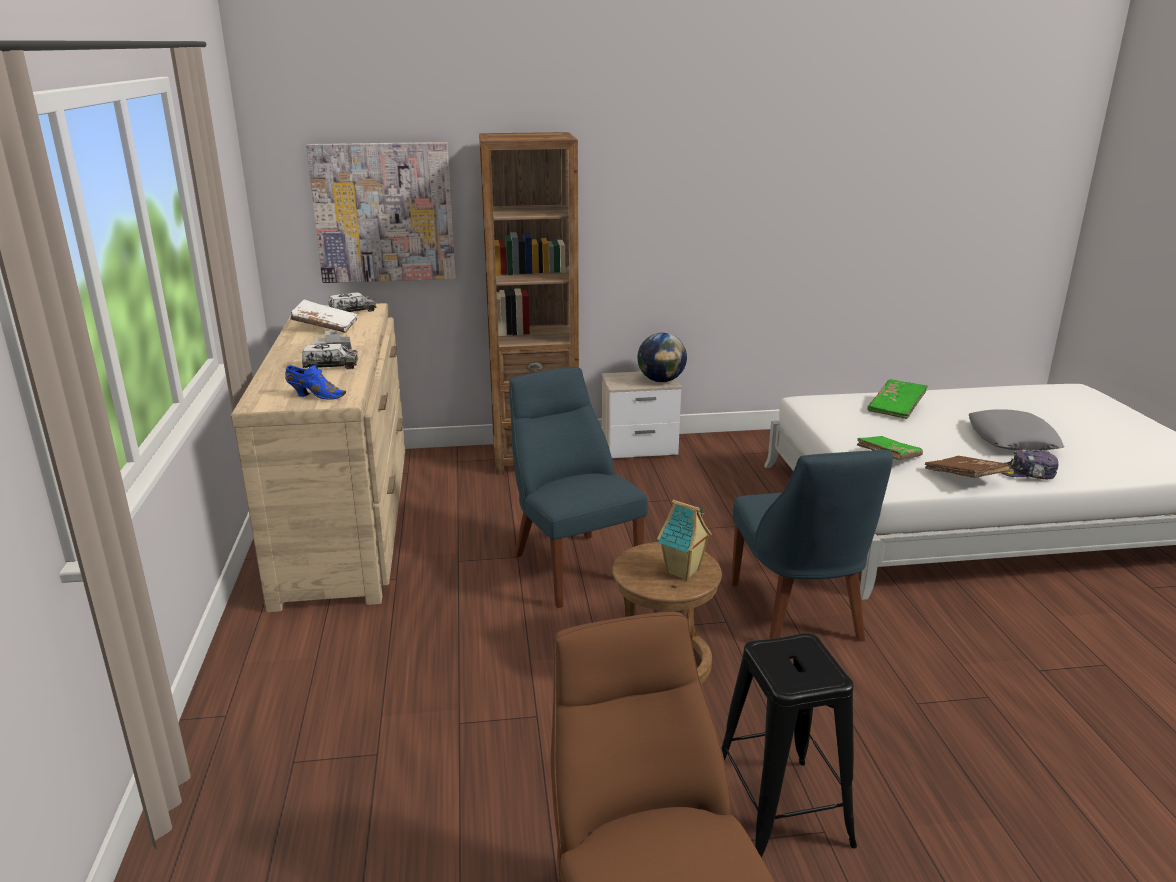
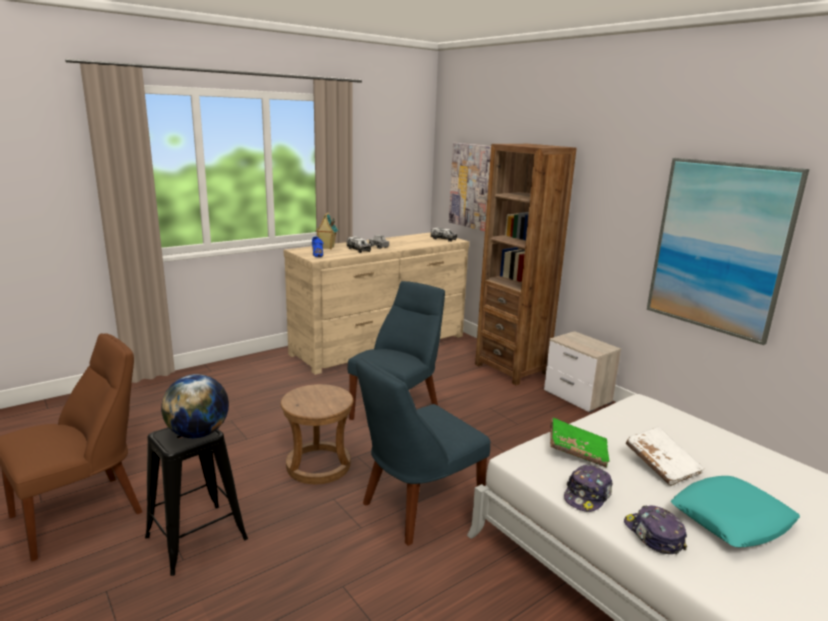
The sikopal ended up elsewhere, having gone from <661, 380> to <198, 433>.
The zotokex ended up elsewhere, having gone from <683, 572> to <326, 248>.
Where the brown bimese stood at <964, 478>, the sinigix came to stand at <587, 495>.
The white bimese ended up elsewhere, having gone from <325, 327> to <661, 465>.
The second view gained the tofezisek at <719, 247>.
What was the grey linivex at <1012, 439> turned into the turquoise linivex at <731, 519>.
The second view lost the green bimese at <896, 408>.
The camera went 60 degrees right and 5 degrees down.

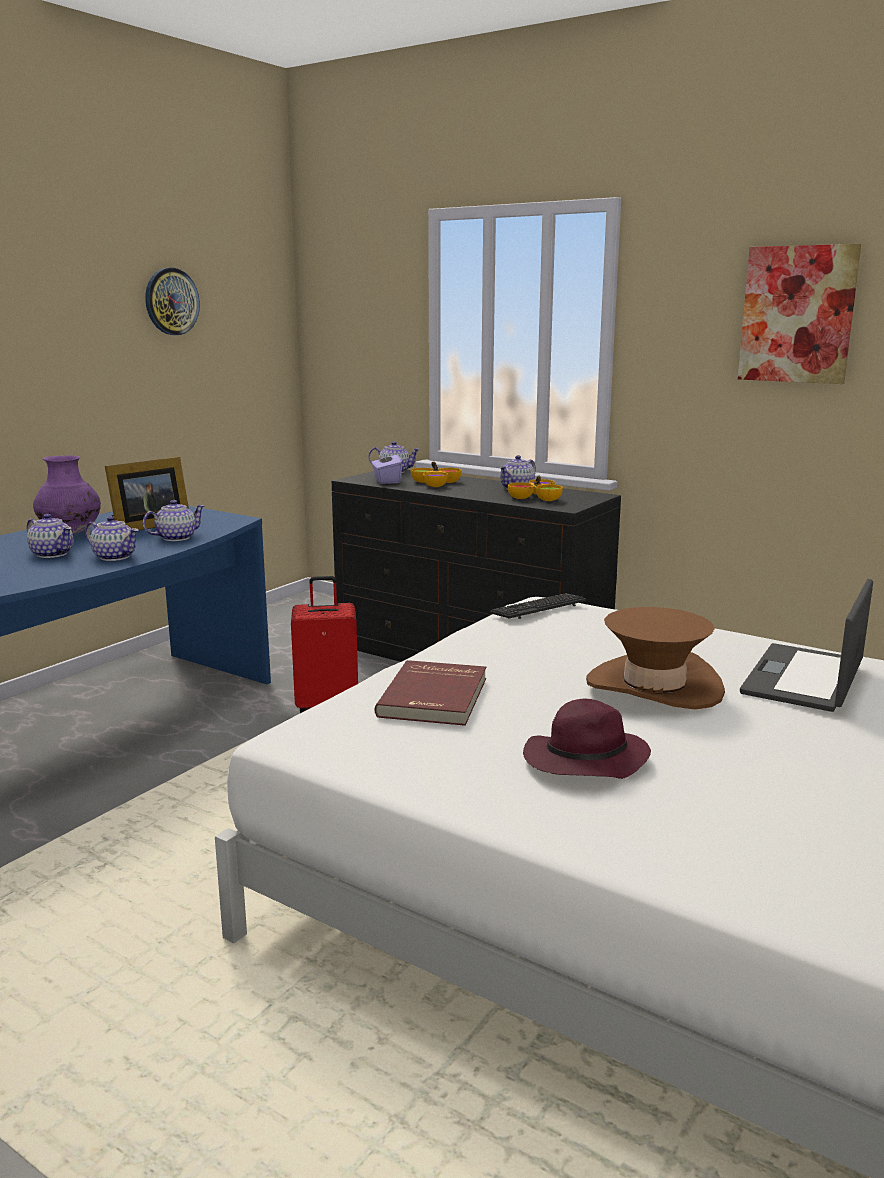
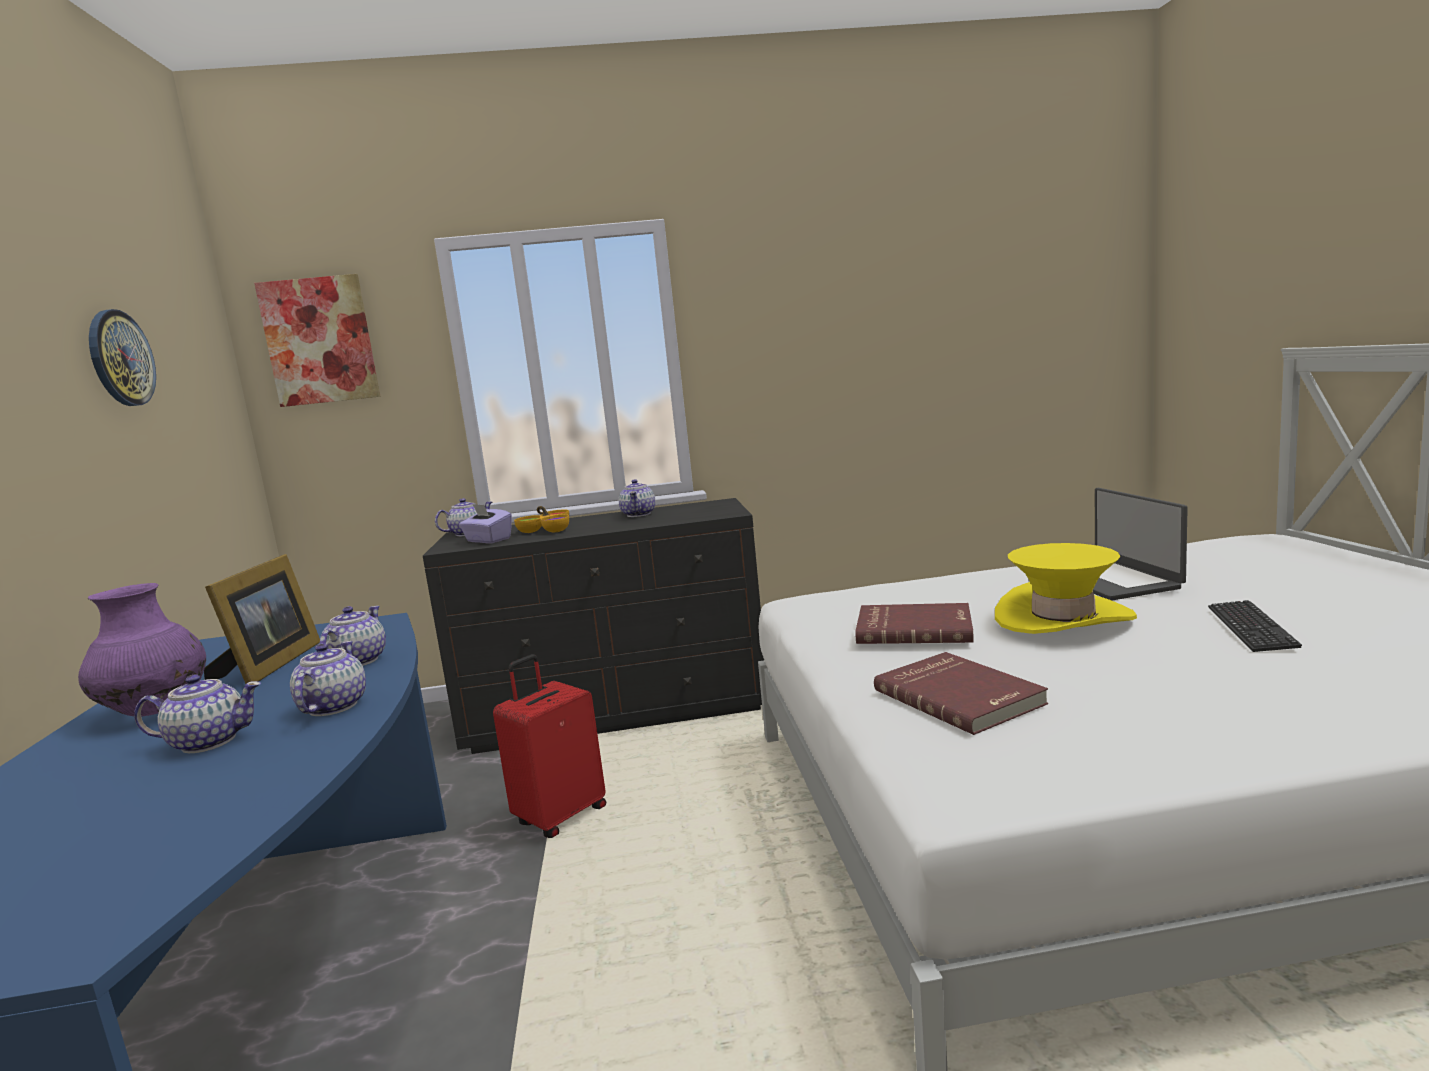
The tofezisek ended up elsewhere, having gone from <797, 314> to <320, 341>.
The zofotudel at <114, 557> ended up facing another way, 75 degrees counterclockwise from before.
The second view gained the red bimese at <914, 628>.
What was the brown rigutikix at <654, 686> turned into the yellow rigutikix at <1063, 617>.
The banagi ended up elsewhere, having gone from <538, 608> to <1251, 628>.
The second view lost the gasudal at <536, 498>.
The second view lost the purple rigutikix at <584, 761>.
The camera went 40 degrees left and 5 degrees down.

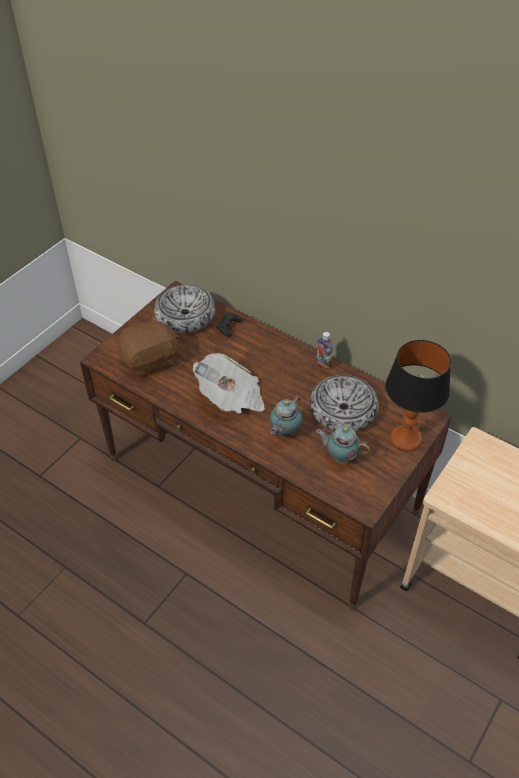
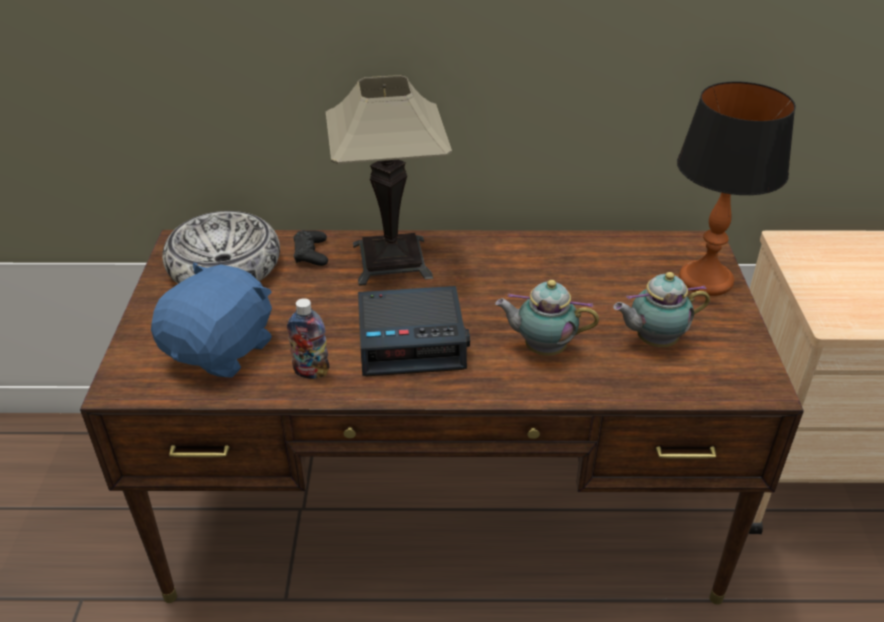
What was the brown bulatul at <150, 361> turned into the blue bulatul at <222, 350>.
The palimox ended up elsewhere, having gone from <323, 364> to <311, 372>.
The second view gained the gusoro at <391, 260>.
Where the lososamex stood at <231, 398>, the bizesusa came to stand at <412, 341>.
The zofotudel at <284, 432> ended up facing another way, 105 degrees clockwise from before.
The second view lost the gasudal at <343, 410>.
The camera went 35 degrees left and 10 degrees down.

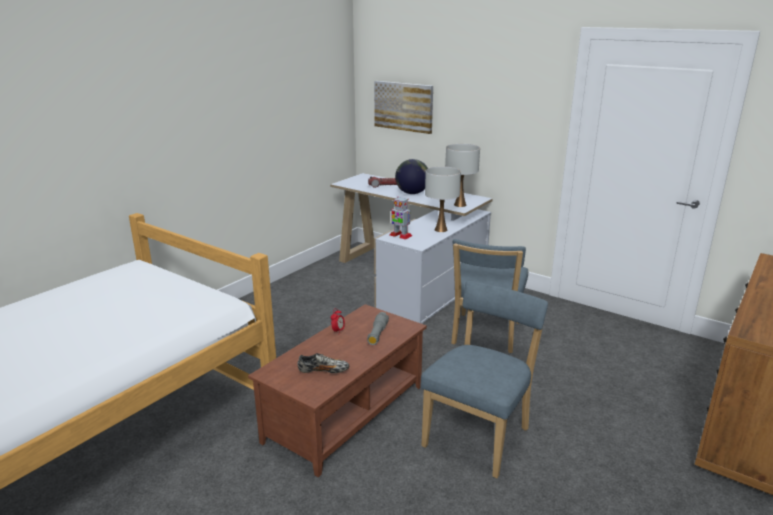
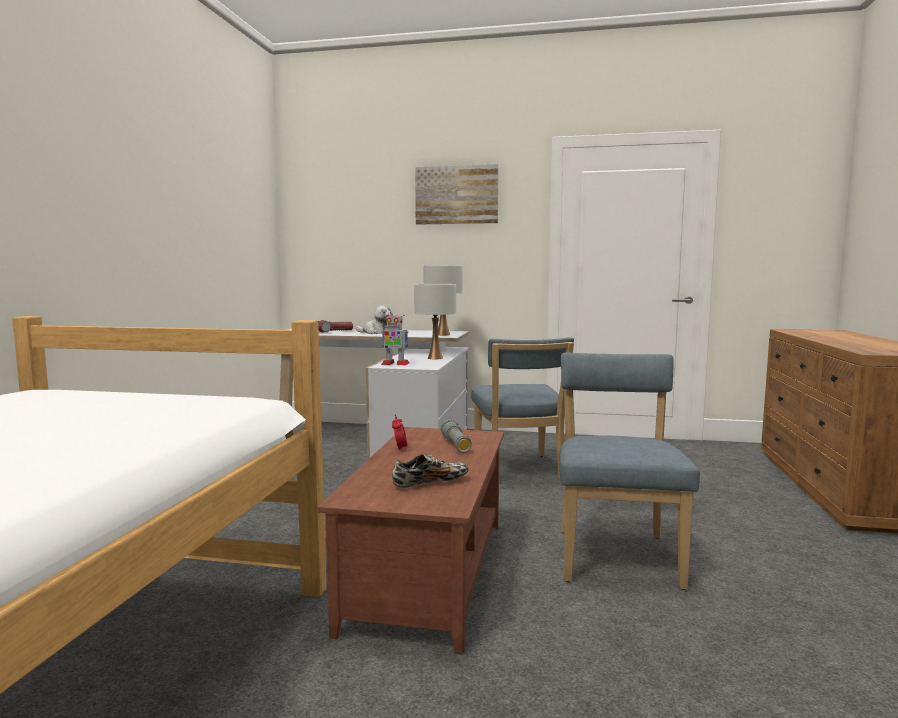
Where the sikopal stood at <412, 193>, the bulatul came to stand at <376, 333>.
The tofezisek ended up elsewhere, having gone from <403, 106> to <456, 195>.
The camera went 25 degrees left and 15 degrees down.

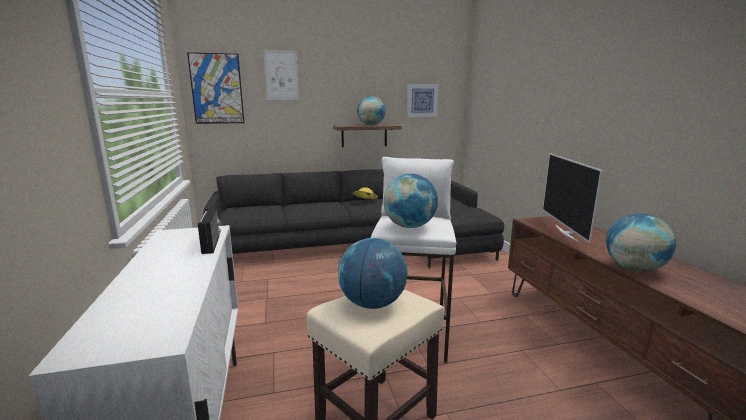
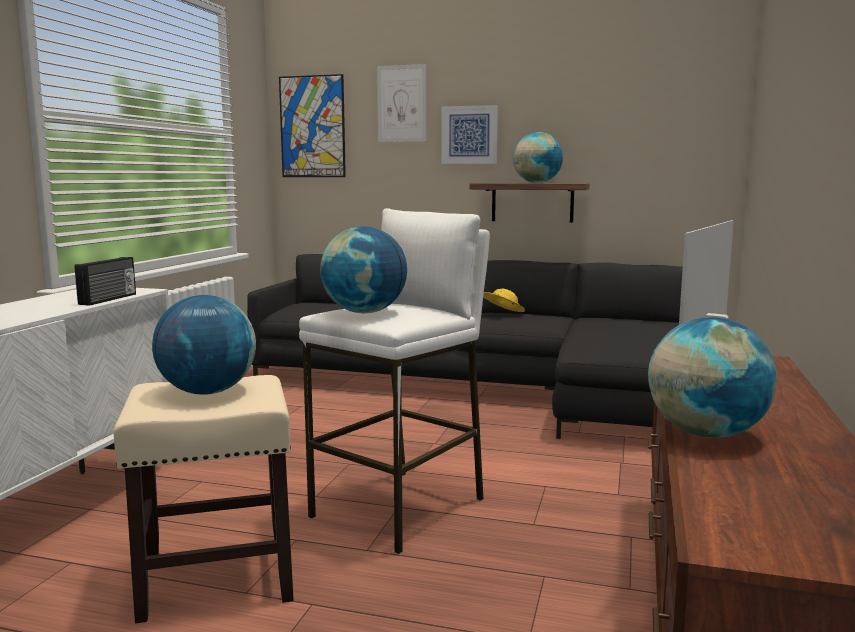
The tofezisek ended up elsewhere, having gone from <422, 100> to <469, 135>.
The camera went 30 degrees right and 5 degrees down.

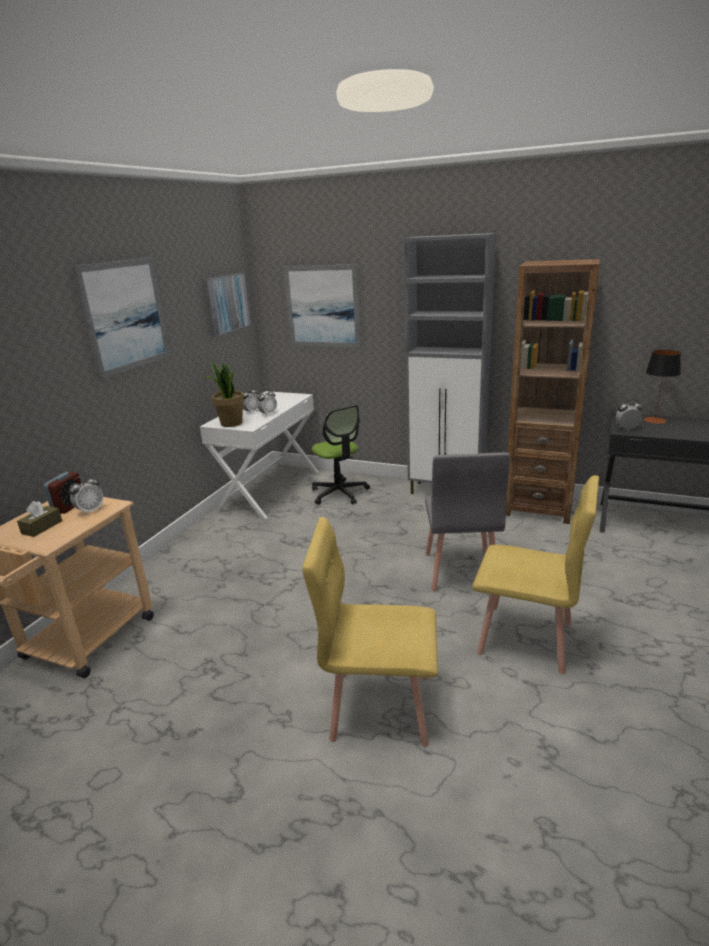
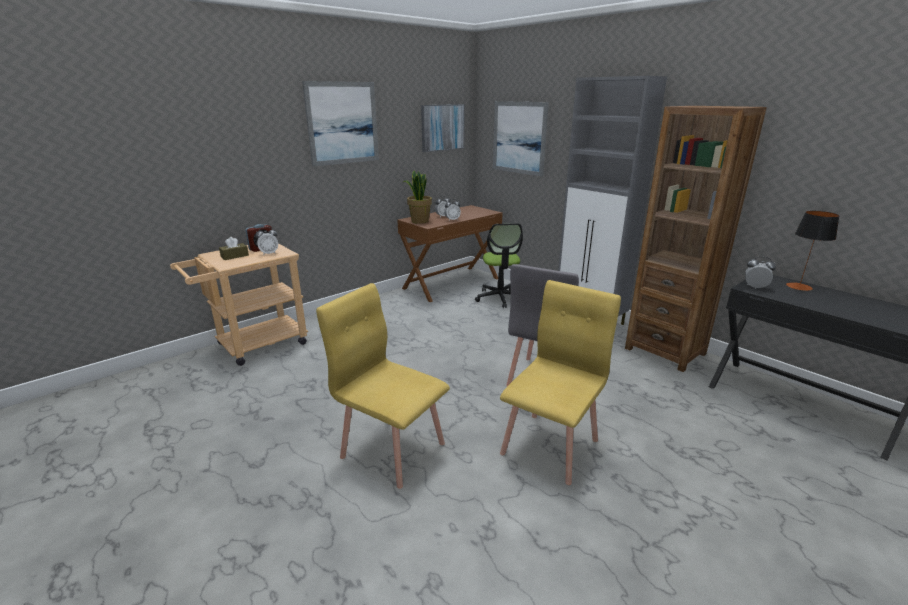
What was the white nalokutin at <269, 489> turned into the brown nalokutin at <451, 283>.
The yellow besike at <526, 638> ended up facing another way, 105 degrees counterclockwise from before.
The camera went 25 degrees right and 0 degrees up.

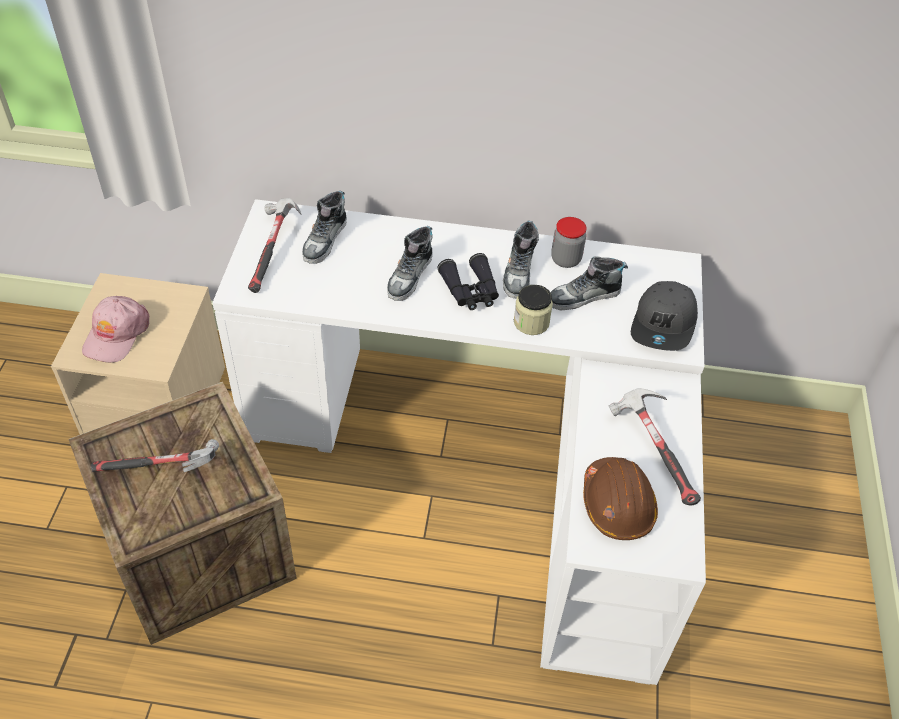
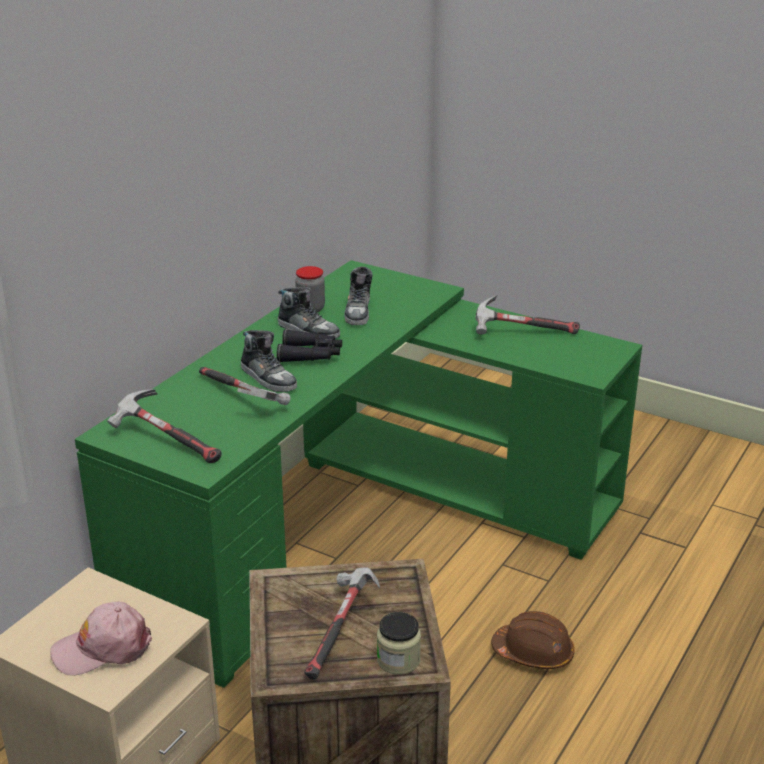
The pink sinigix at <116, 334> ended up facing another way, 120 degrees clockwise from before.
What was the white nalokutin at <492, 459> turned into the green nalokutin at <359, 529>.
The second view gained the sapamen at <240, 398>.
The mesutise ended up elsewhere, having gone from <531, 322> to <398, 660>.
The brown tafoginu ended up elsewhere, having gone from <617, 504> to <533, 653>.
The second view lost the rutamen at <325, 240>.
The second view lost the grey sinigix at <664, 324>.
The camera went 65 degrees left and 20 degrees down.

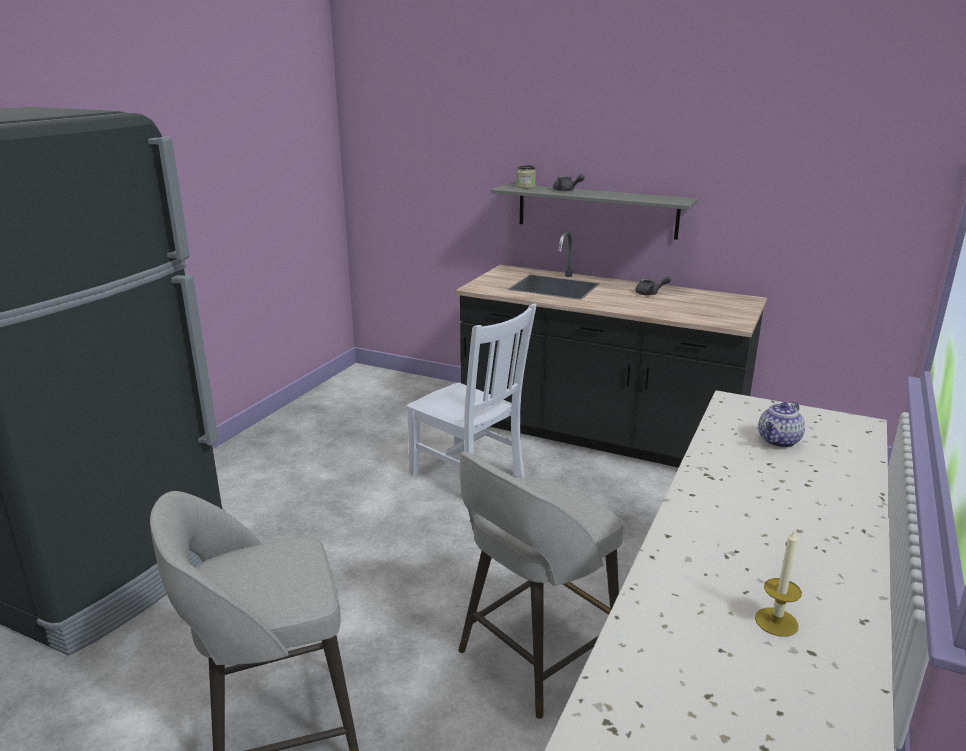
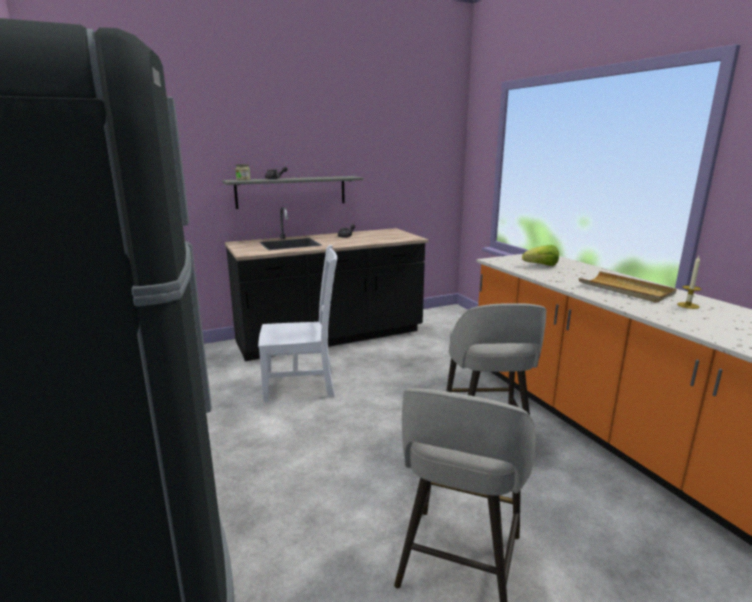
Where the zofotudel stood at <778, 441>, the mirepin came to stand at <541, 265>.
The second view gained the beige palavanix at <625, 290>.
The camera went 50 degrees left and 5 degrees down.

